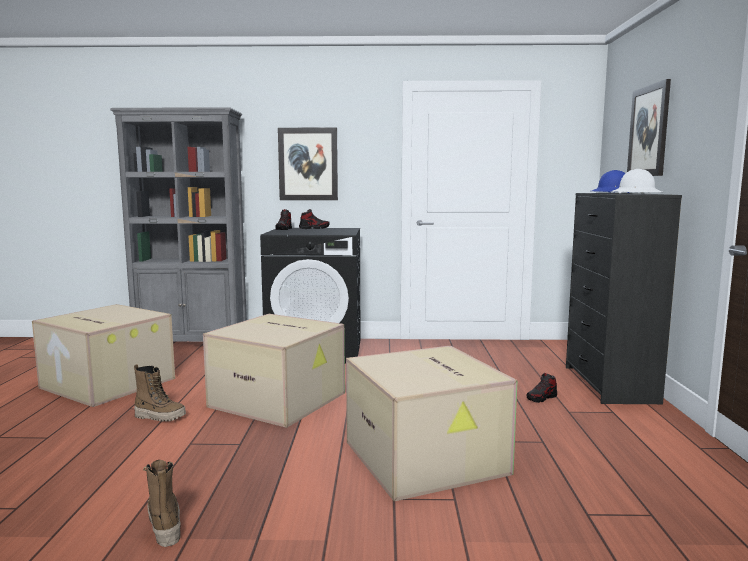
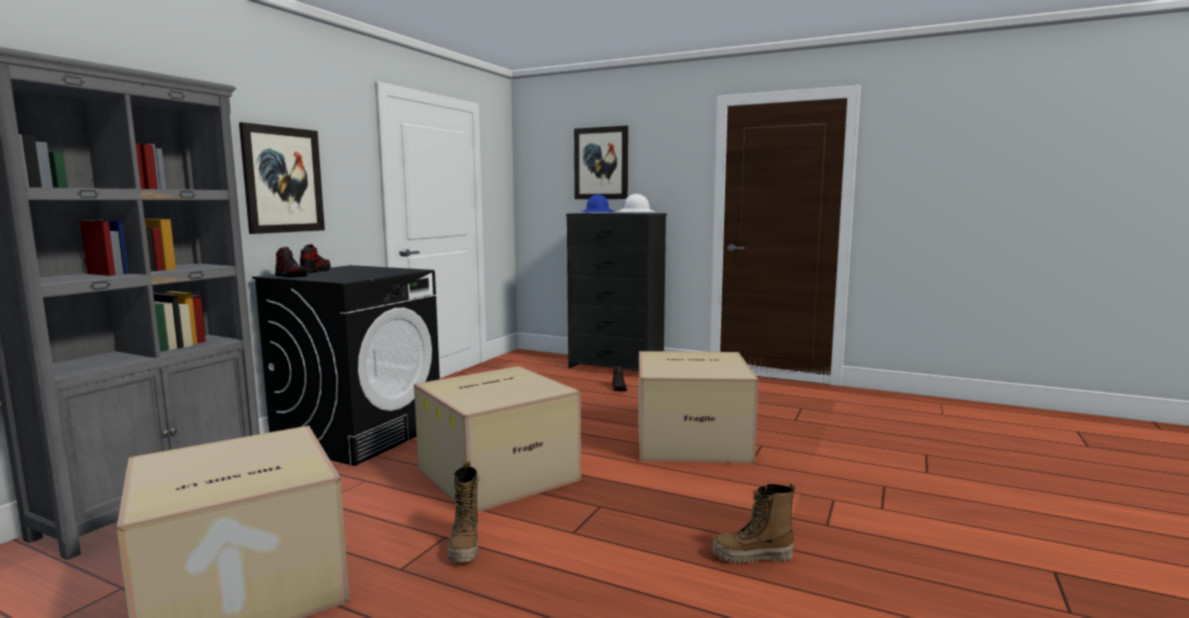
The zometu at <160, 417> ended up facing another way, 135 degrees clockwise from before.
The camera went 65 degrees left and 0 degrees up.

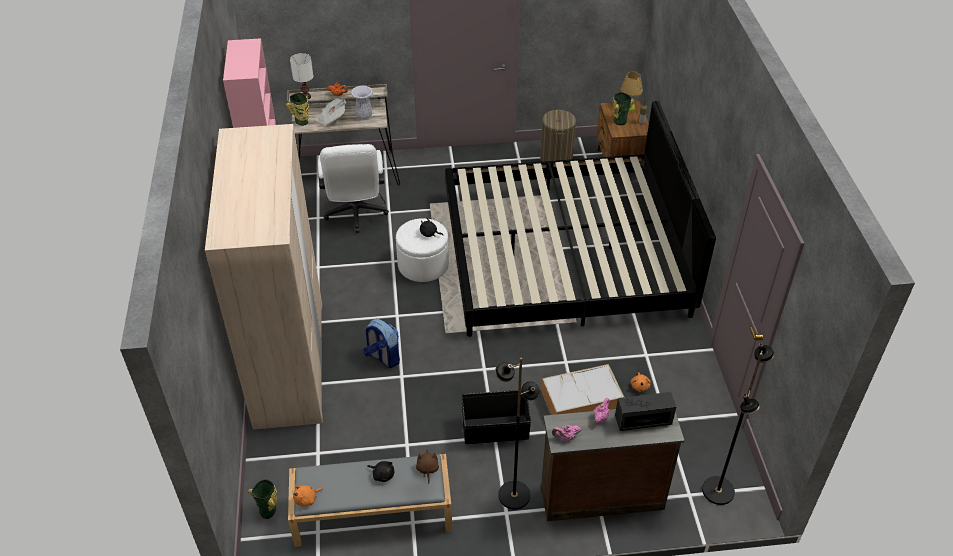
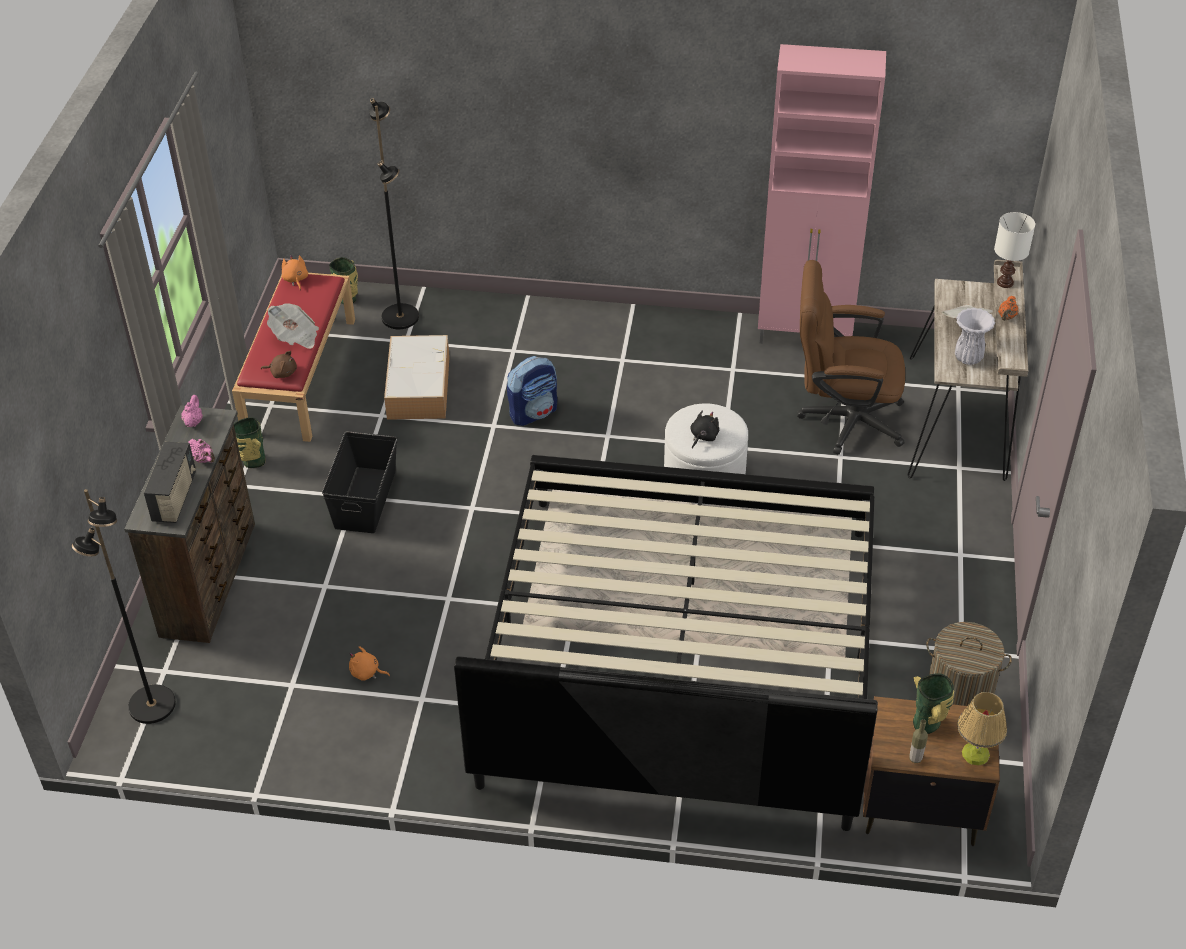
What was the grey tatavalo at <371, 513> turned into the red tatavalo at <299, 374>.
The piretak ended up elsewhere, having gone from <302, 122> to <253, 461>.
Where the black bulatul stood at <382, 474>, the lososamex came to stand at <295, 337>.
The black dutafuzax ended up elsewhere, having gone from <513, 495> to <401, 317>.
The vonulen ended up elsewhere, having gone from <580, 401> to <418, 386>.
What was the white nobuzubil at <356, 215> turned into the brown nobuzubil at <842, 419>.
The second view lost the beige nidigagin at <289, 363>.
The camera went 105 degrees right and 0 degrees up.

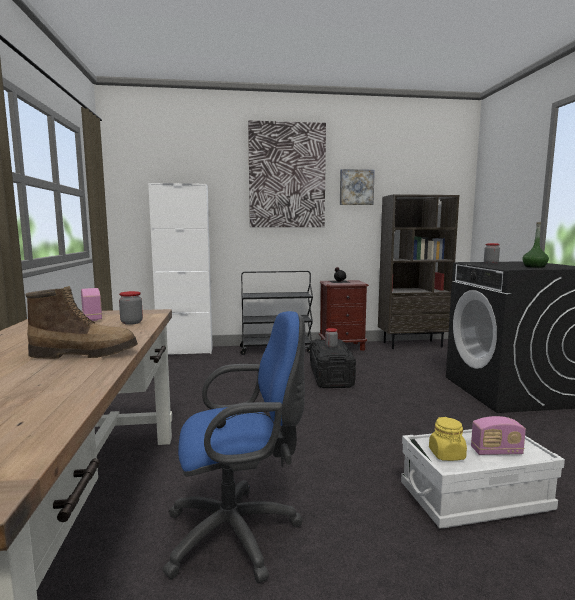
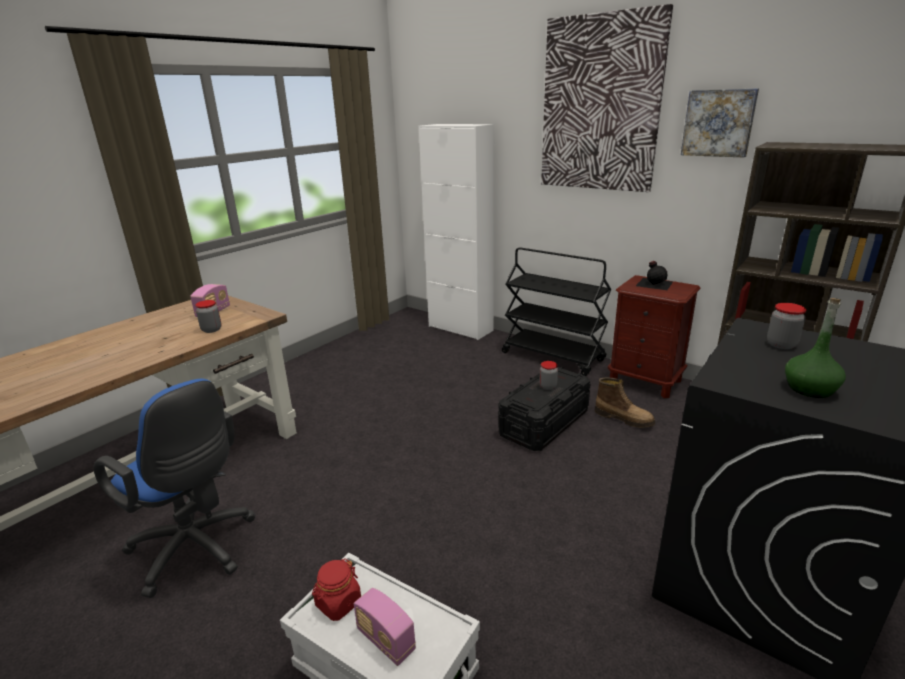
What was the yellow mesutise at <447, 454> turned into the red mesutise at <338, 603>.
The zometu ended up elsewhere, having gone from <85, 354> to <624, 418>.
The camera went 45 degrees right and 15 degrees up.

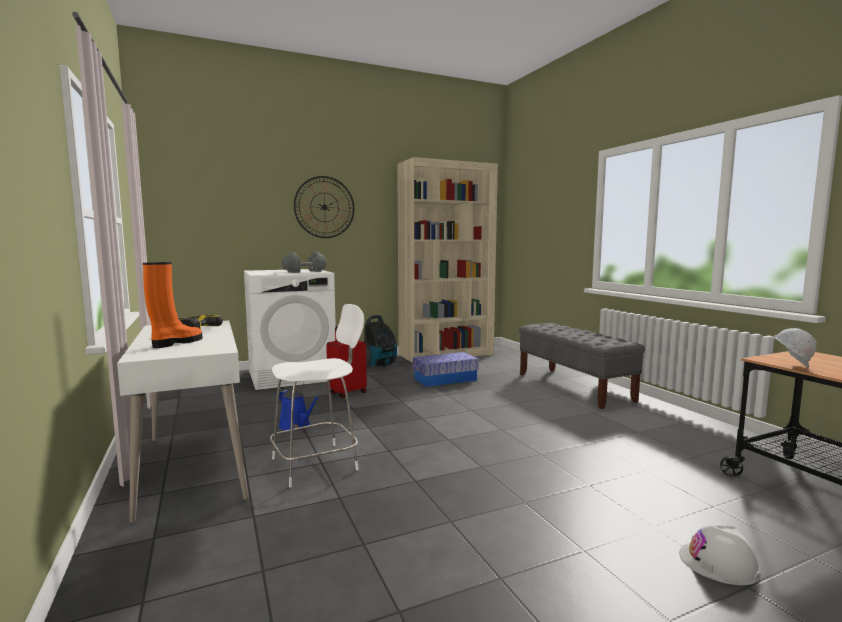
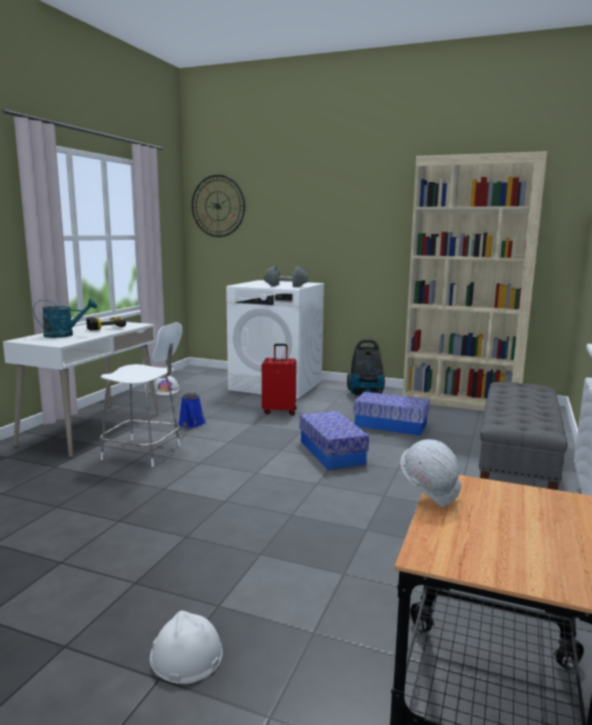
Where the orange zometu stood at <176, 343>, the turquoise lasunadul came to stand at <64, 335>.
The second view gained the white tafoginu at <166, 391>.
The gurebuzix ended up elsewhere, having gone from <324, 207> to <218, 206>.
The second view gained the vonulen at <331, 452>.
The camera went 45 degrees right and 5 degrees up.

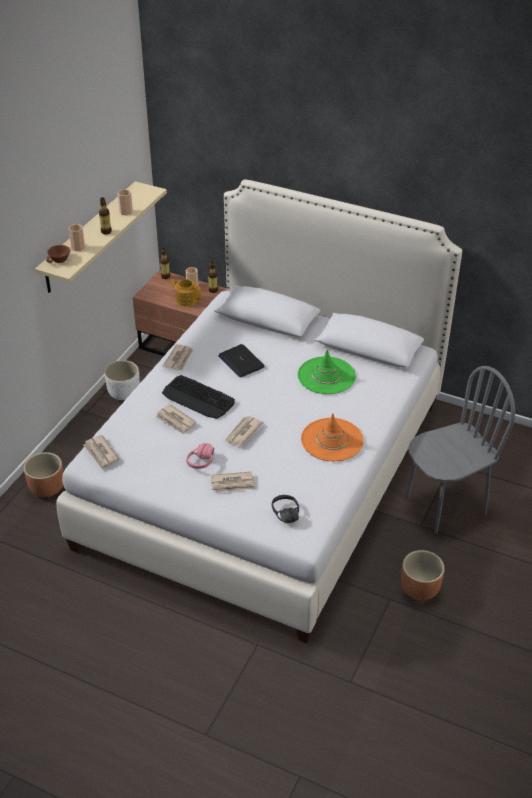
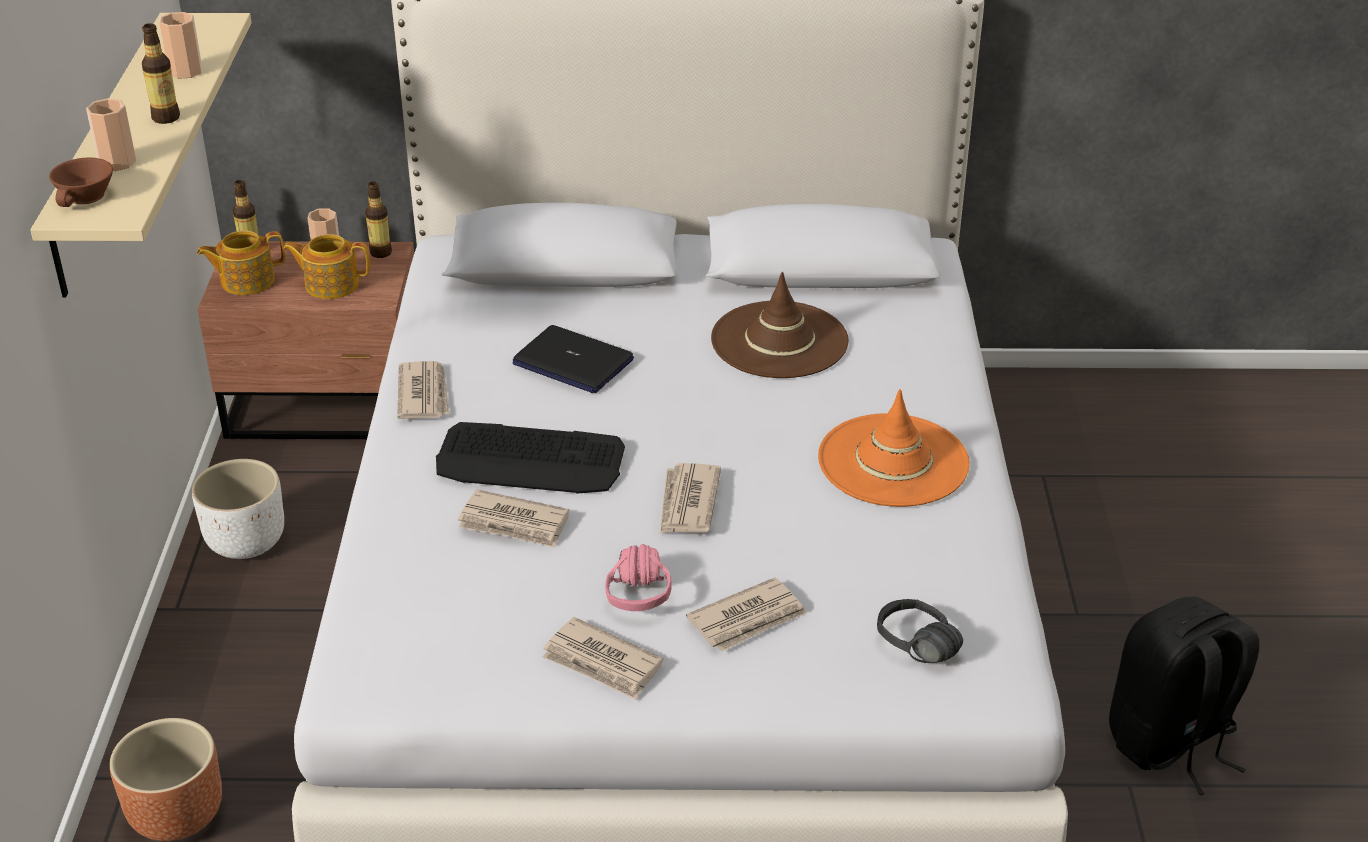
The second view gained the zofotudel at <246, 281>.
The lososamex ended up elsewhere, having gone from <101, 453> to <602, 663>.
What was the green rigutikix at <326, 376> turned into the brown rigutikix at <779, 341>.
Where the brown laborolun stood at <419, 589>, the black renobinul came to stand at <1171, 743>.
The second view lost the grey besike at <445, 505>.
The camera went 25 degrees left and 5 degrees down.

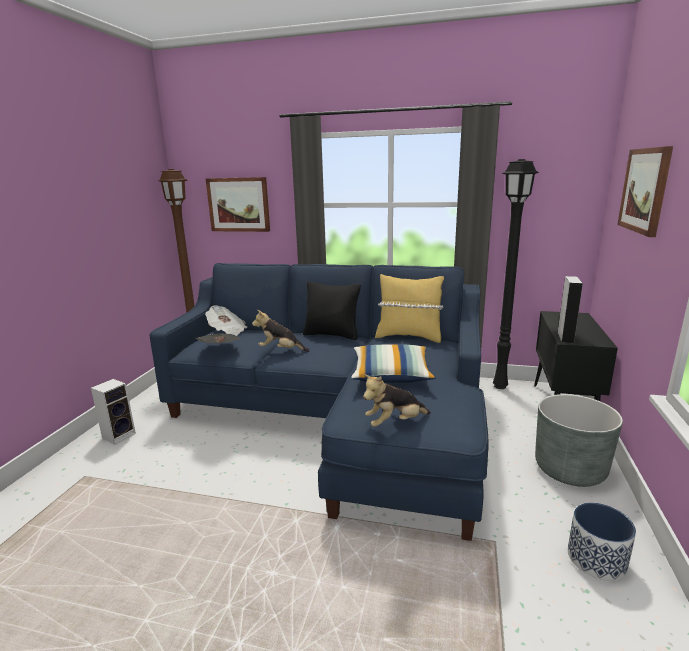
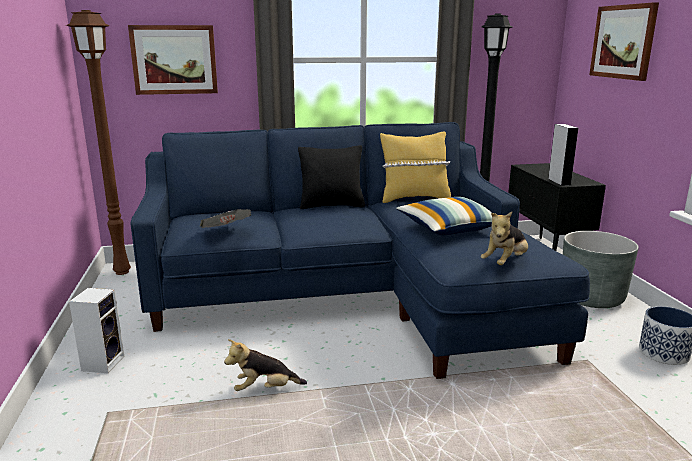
The bulatul ended up elsewhere, having gone from <281, 350> to <265, 389>.
The second view lost the lososamex at <227, 330>.
The camera went 25 degrees left and 0 degrees up.

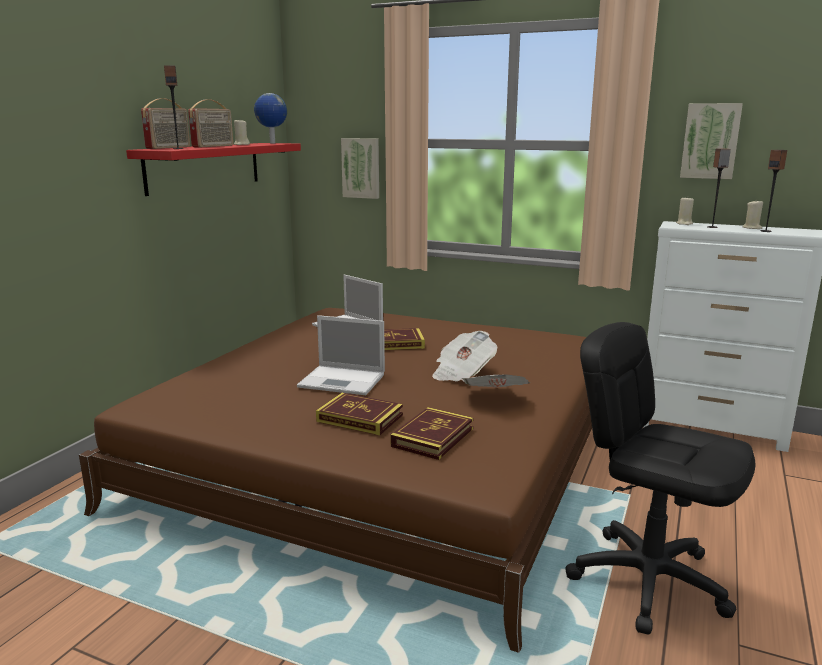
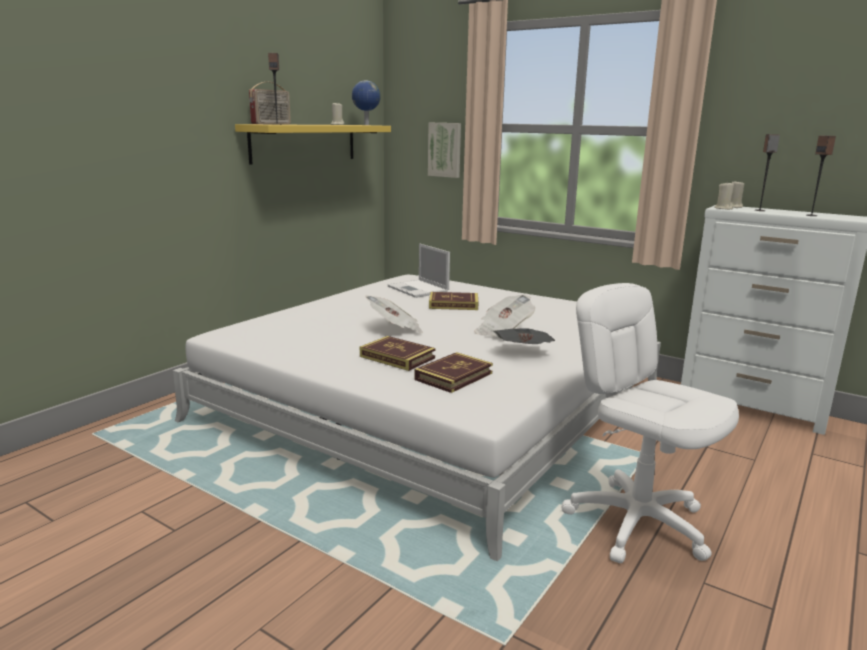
What was the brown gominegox at <386, 457> turned into the white gominegox at <434, 403>.
What was the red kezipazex at <204, 167> turned into the yellow kezipazex at <304, 143>.
Where the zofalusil stood at <343, 381>, the lososamex came to stand at <395, 329>.
What was the black nobuzubil at <648, 580> turned into the white nobuzubil at <637, 522>.
The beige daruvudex ended up elsewhere, having gone from <752, 228> to <723, 208>.
The second view lost the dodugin at <213, 146>.
The second view lost the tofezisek at <710, 141>.
The camera went 10 degrees right and 0 degrees up.

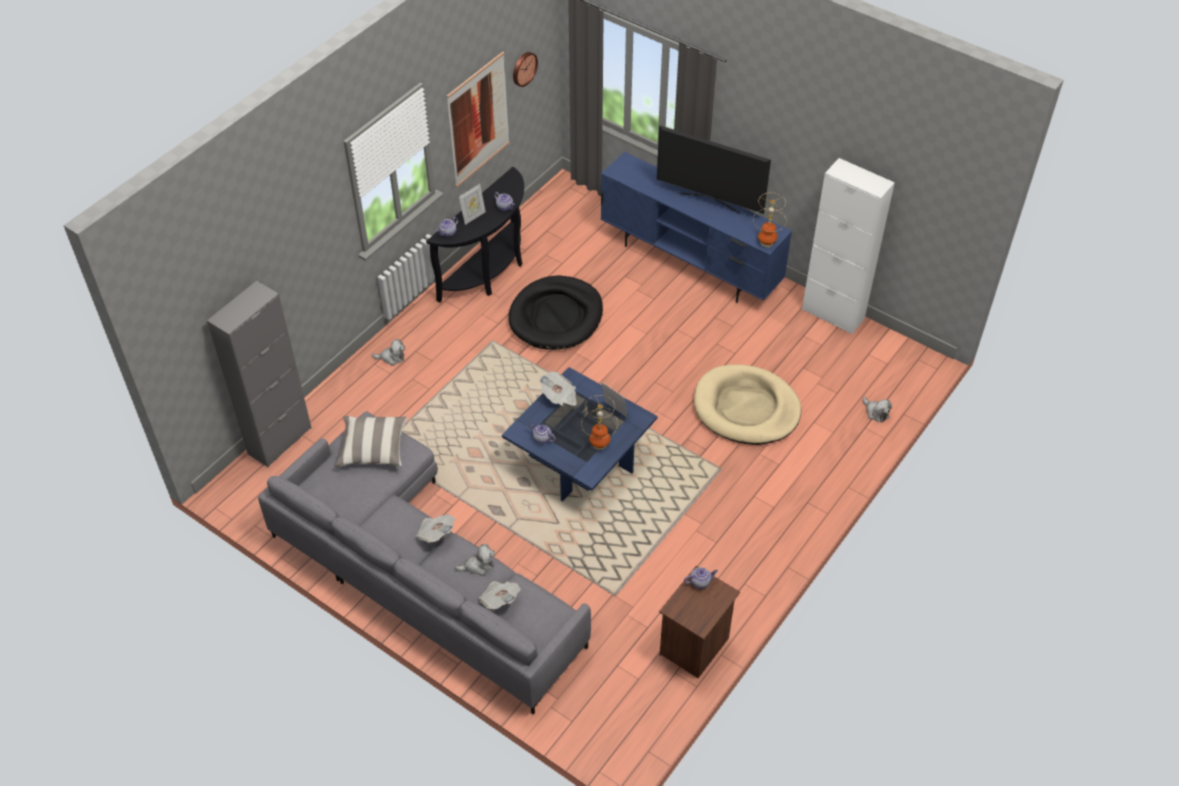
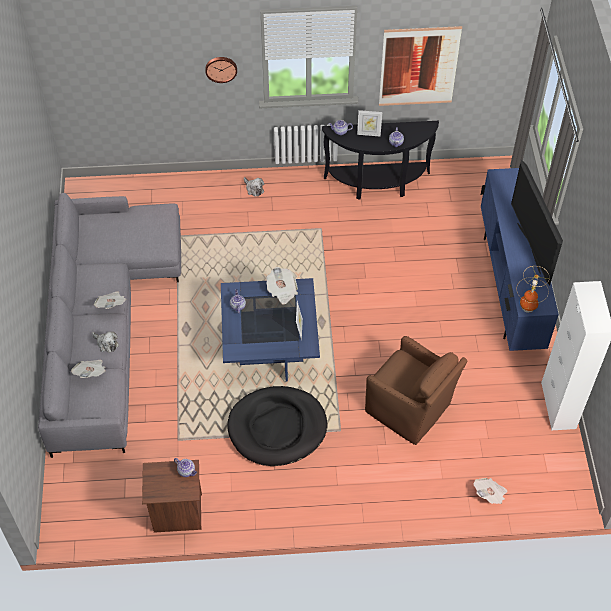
The gurebuzix ended up elsewhere, having gone from <523, 68> to <221, 68>.
The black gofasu ended up elsewhere, having gone from <556, 316> to <277, 428>.
Where the beige gofasu stood at <746, 408>, the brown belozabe came to stand at <410, 410>.
Where the bulatul stood at <875, 412>, the lososamex came to stand at <490, 494>.
The second view lost the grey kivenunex at <280, 441>.
The second view lost the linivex at <373, 448>.
The second view lost the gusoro at <599, 444>.
The camera went 50 degrees right and 5 degrees up.

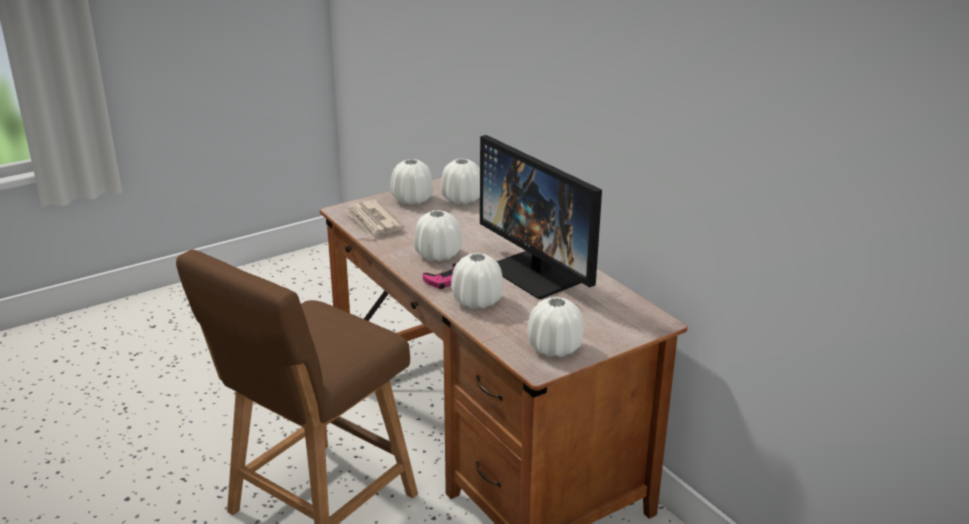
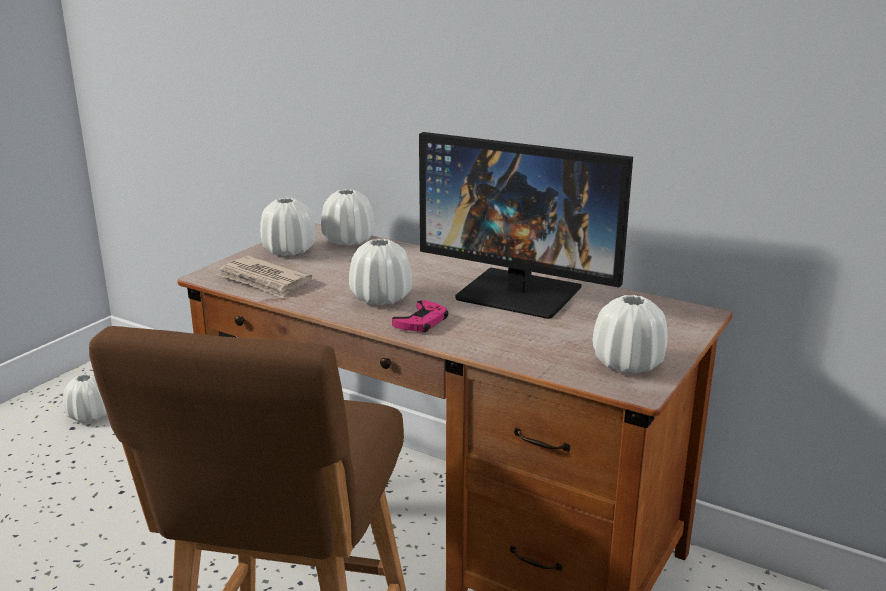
The white piretak ended up elsewhere, having gone from <477, 301> to <90, 415>.
The camera went 25 degrees left and 5 degrees down.

